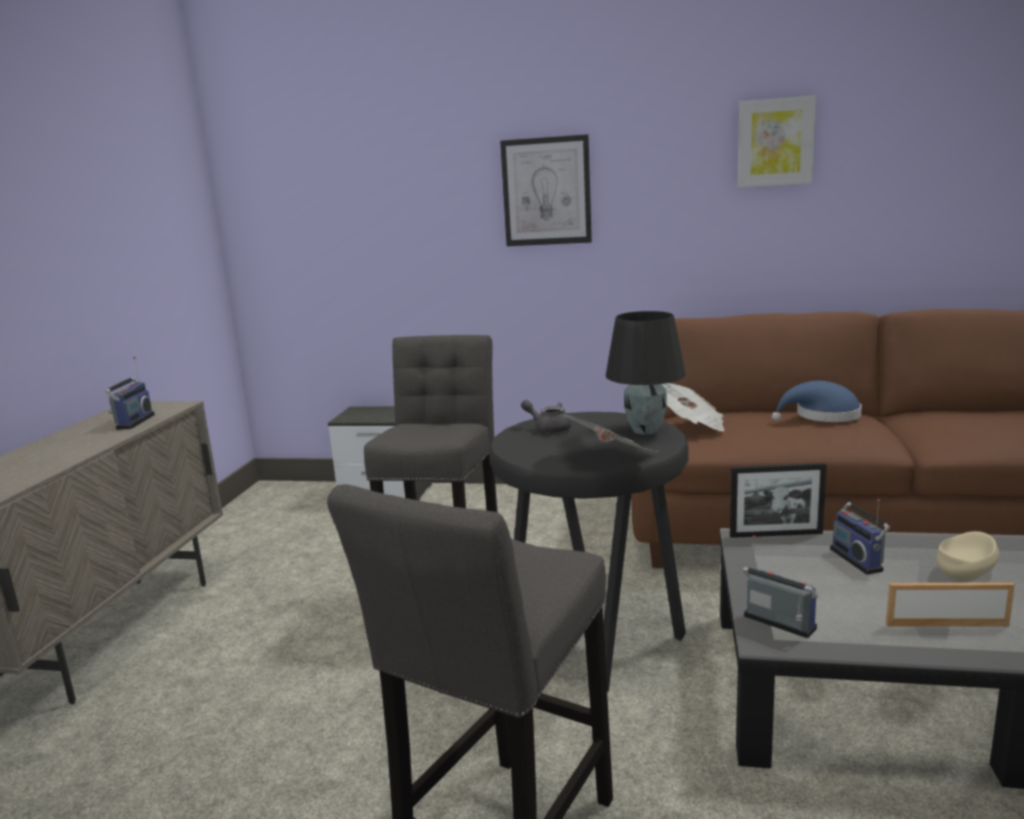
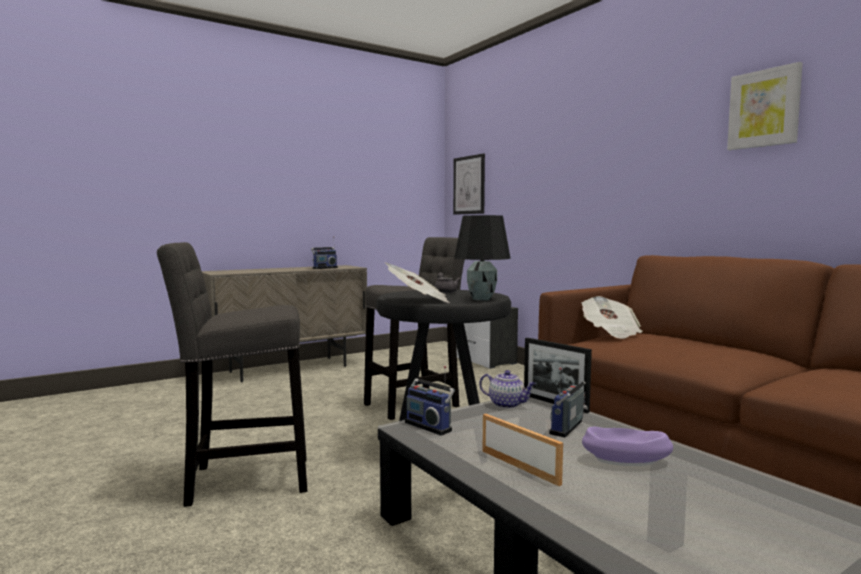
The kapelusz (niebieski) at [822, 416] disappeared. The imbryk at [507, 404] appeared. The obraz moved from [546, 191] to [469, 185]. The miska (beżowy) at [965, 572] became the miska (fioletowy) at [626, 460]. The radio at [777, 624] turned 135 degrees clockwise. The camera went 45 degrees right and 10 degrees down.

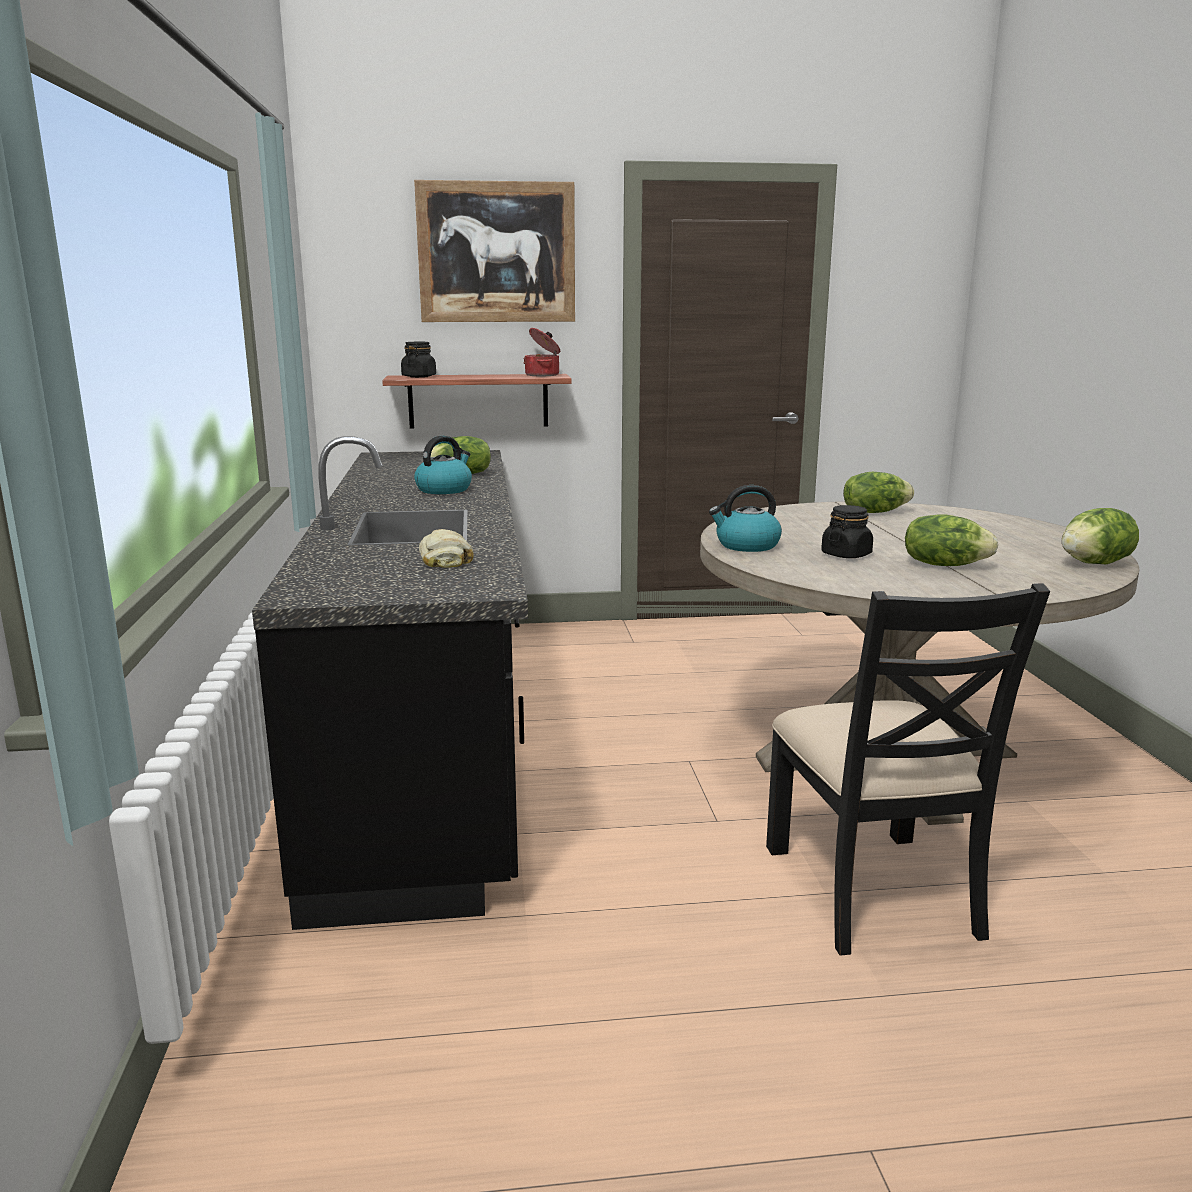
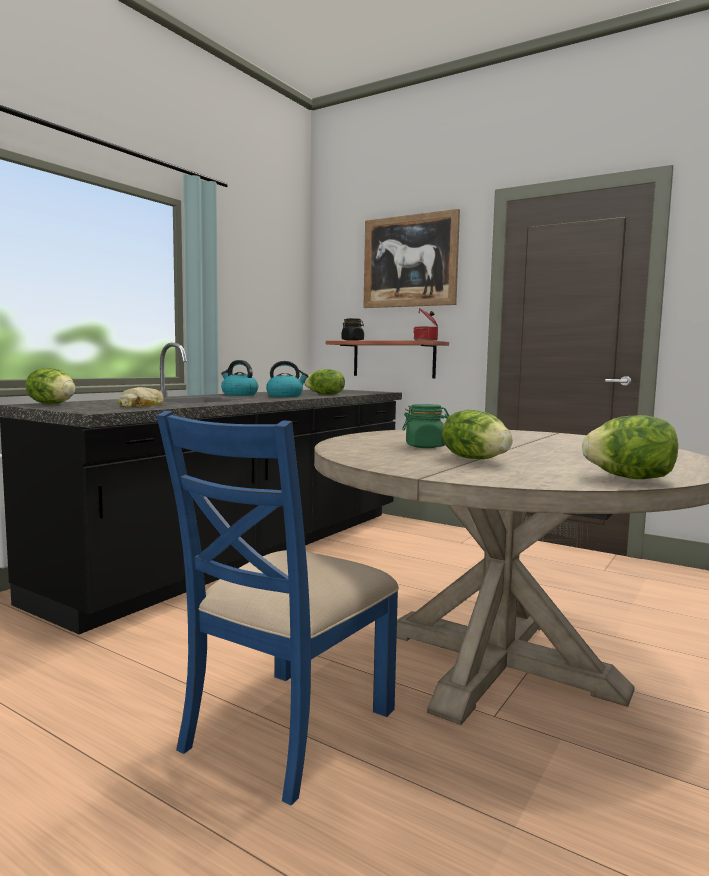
The czajnik moved from [746, 545] to [239, 395]. The sałata moved from [874, 512] to [52, 404]. The krzesło (czarny) at [873, 890] became the krzesło (niebieski) at [287, 728]. The słoik (czarny) at [846, 555] became the słoik (zielony) at [425, 446]. The camera went 40 degrees right and 10 degrees down.

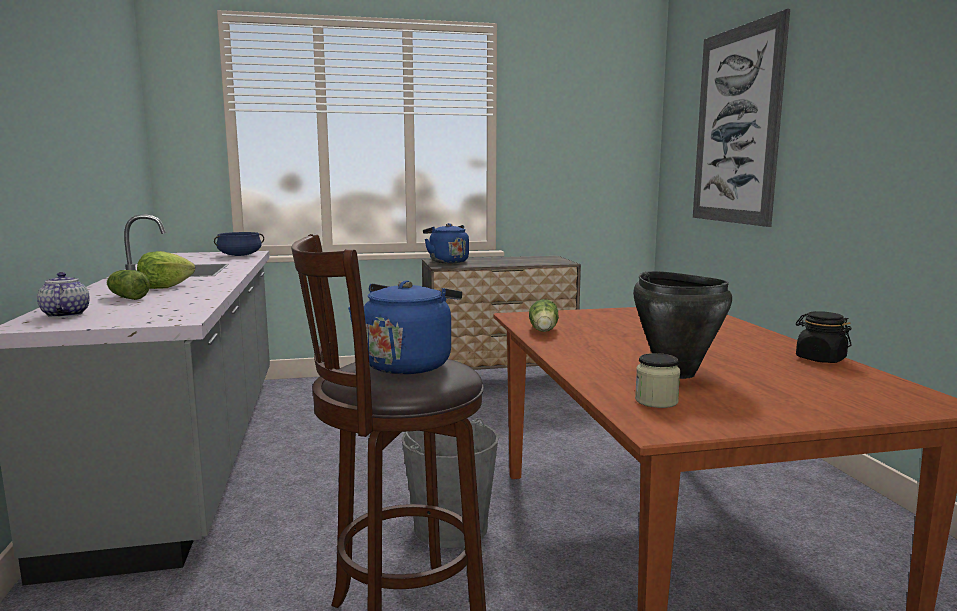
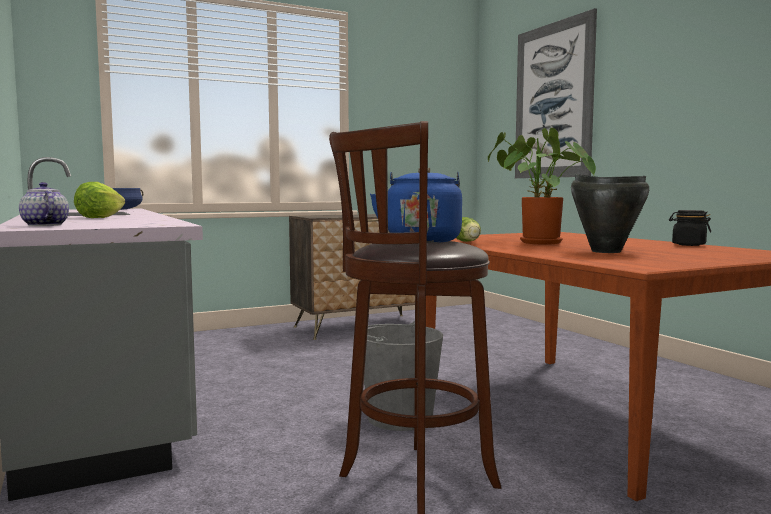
The sałata at [127, 297] disappeared. The czajnik (niebieski) at [447, 261] disappeared. The słoik at [656, 401] disappeared. The roślina doniczkowa at [535, 242] appeared. The camera went 15 degrees left and 5 degrees down.

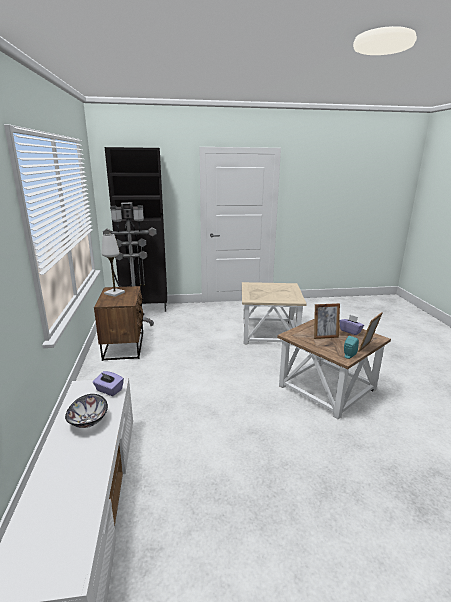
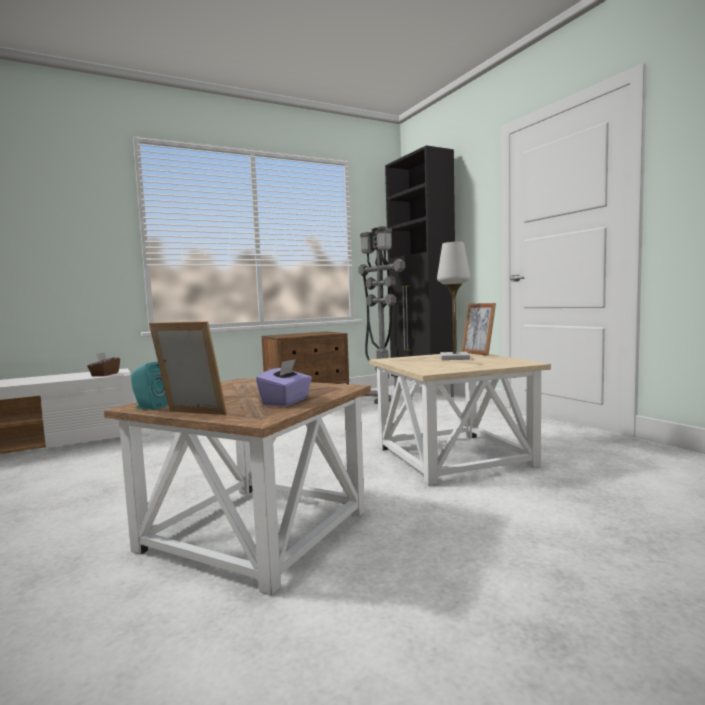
The miska at [88, 421] disappeared. The lampa stołowa (biały) moved from [115, 293] to [454, 358]. The ramka na zdjęcie moved from [325, 336] to [478, 353]. The pudełko chusteczek (fioletowy) at [109, 390] became the pudełko chusteczek (brązowy) at [104, 374]. The camera went 70 degrees right and 15 degrees down.

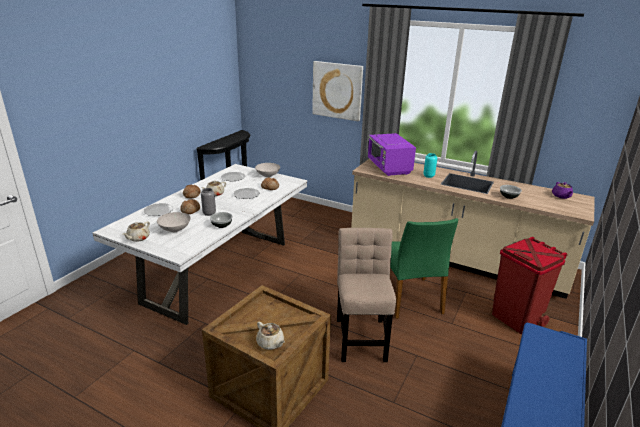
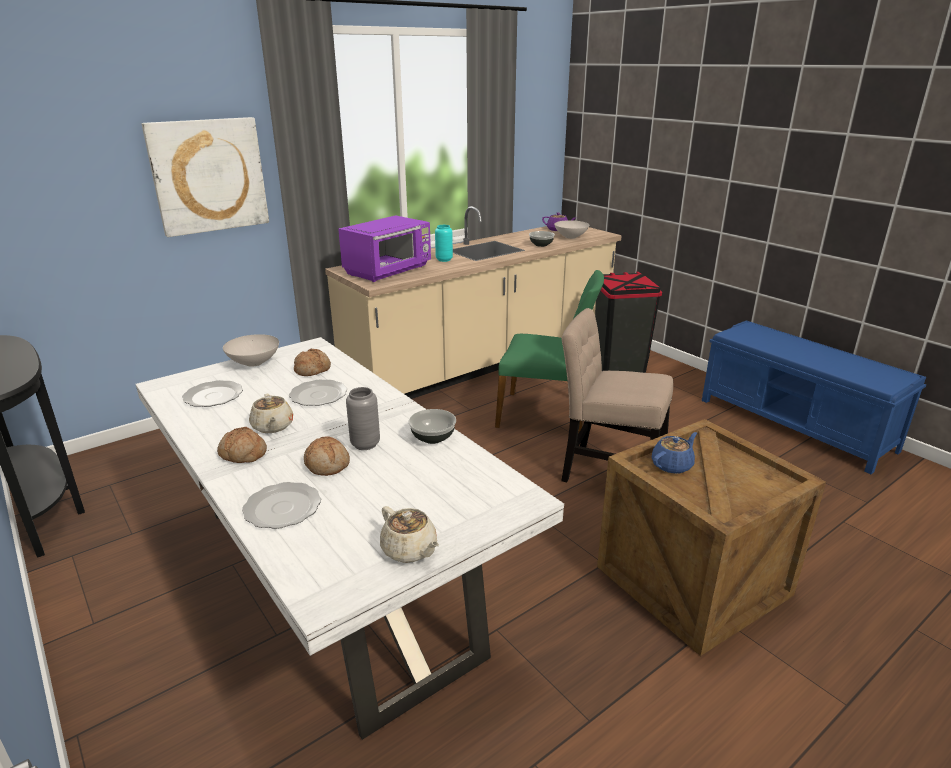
The imbryk (beżowy) at [270, 343] disappeared. The imbryk (niebieski) at [672, 465] appeared. The miska (biały) moved from [175, 229] to [570, 237]. The kosz na śmieci (czerwony) at [516, 318] became the kosz na śmieci (czarny) at [618, 369]. The mikrofalówka (fioletowy) at [388, 168] turned 60 degrees counterclockwise. The camera went 65 degrees left and 0 degrees up.

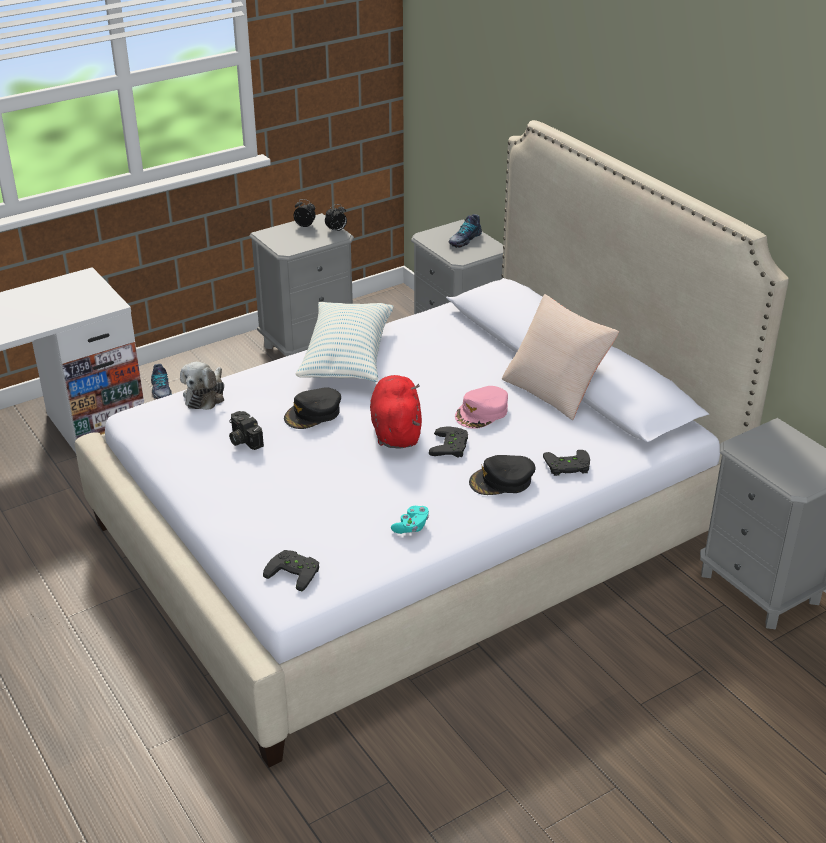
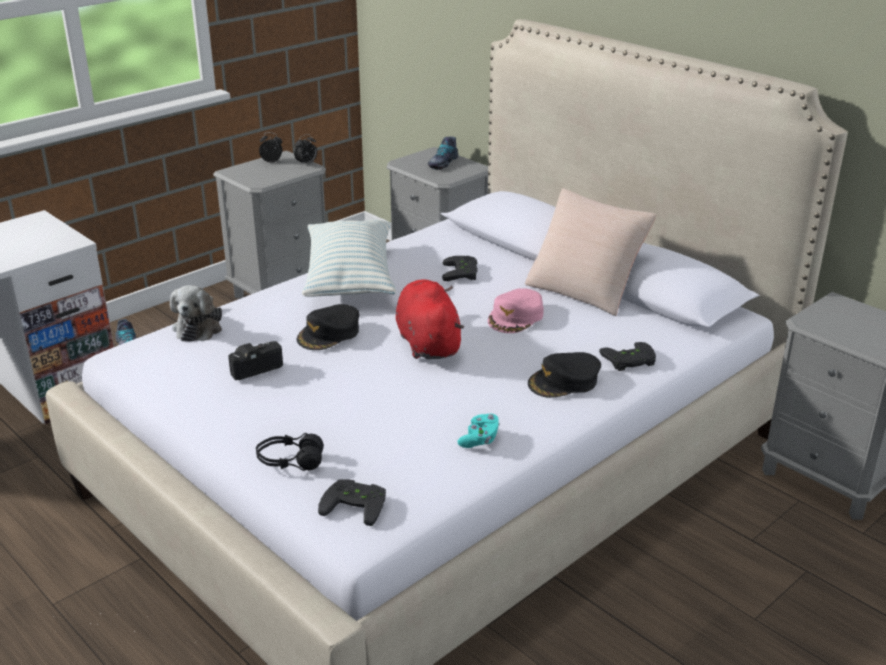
The słuchawki (czarny) at [290, 462] appeared. The pad do gier (czarny) moved from [452, 446] to [463, 272]. The aparat fotograficzny at [243, 439] turned 105 degrees clockwise. The camera went 10 degrees left and 5 degrees down.

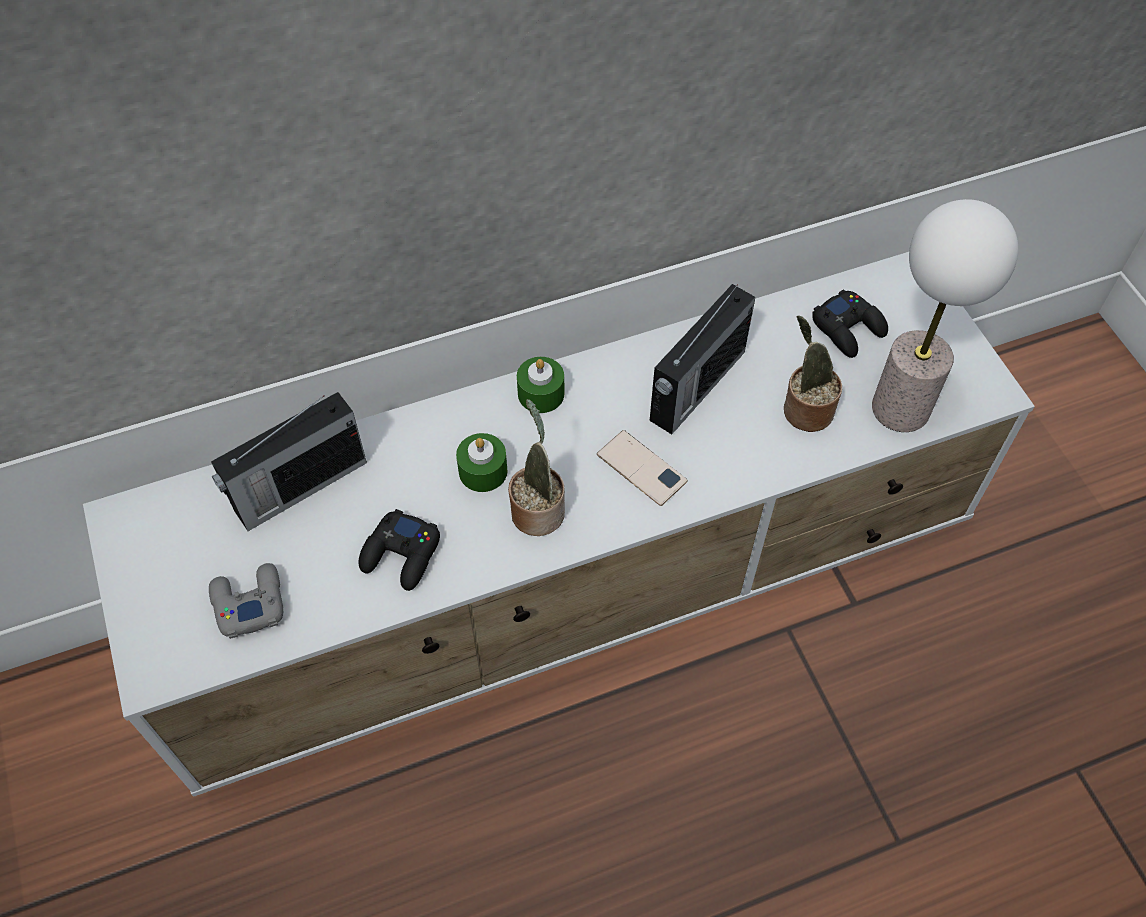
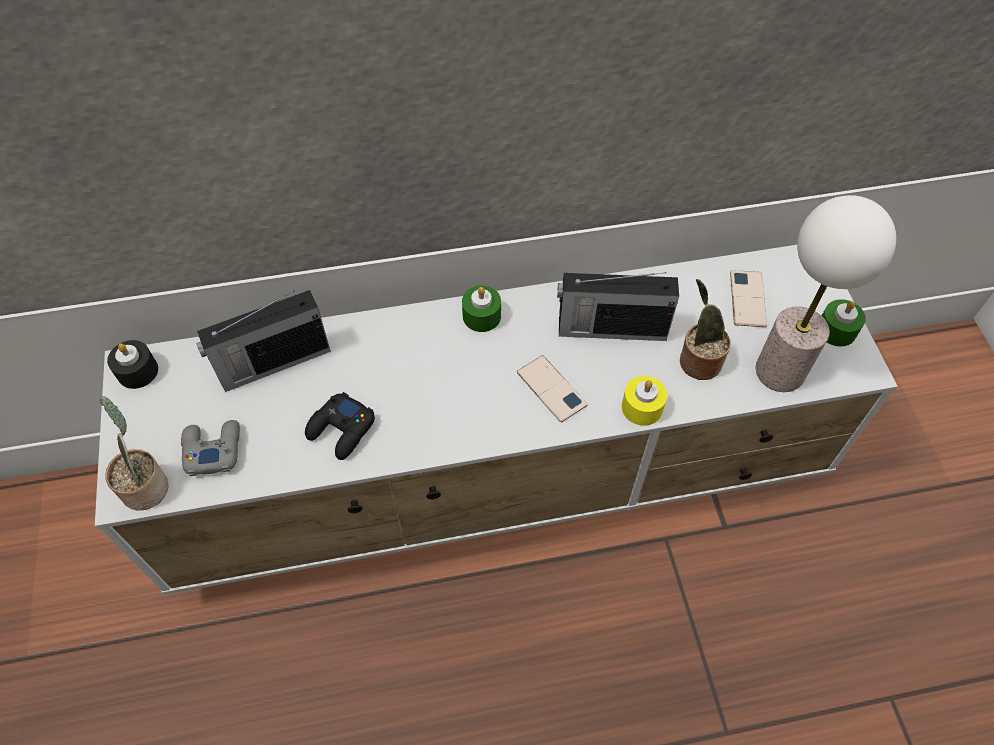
The świeca (czarny) at [137, 371] appeared. The świeca (żółty) at [642, 407] appeared. The świeca (zielony) moved from [483, 471] to [836, 330]. The roślina doniczkowa moved from [537, 509] to [146, 485]. The pad do gier (czarny) at [848, 329] was replaced by the telefon at [747, 299]. The radio at [695, 387] turned 45 degrees clockwise. The camera went 10 degrees right and 0 degrees up.

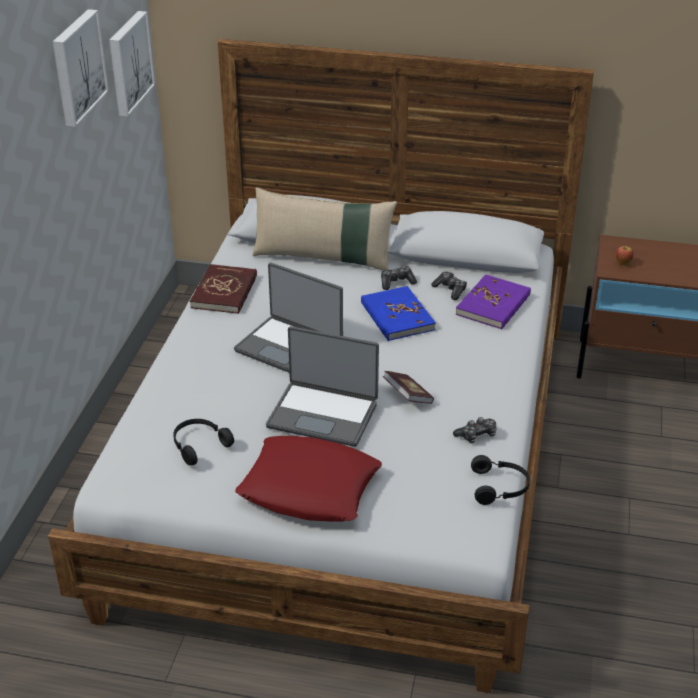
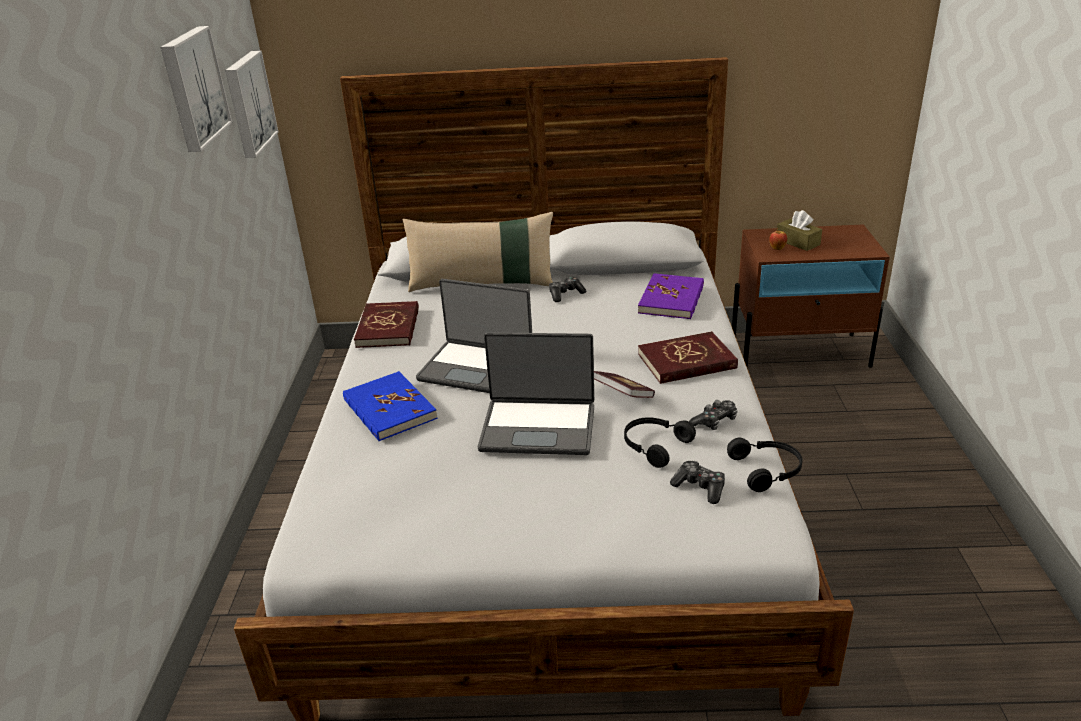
The poduszka (czerwony) at [310, 488] disappeared. The książka (czerwony) at [687, 361] appeared. The pudełko chusteczek (brązowy) at [797, 242] appeared. The słuchawki (czarny) moved from [199, 445] to [654, 446]. The książka (niebieski) moved from [397, 316] to [389, 409]. The pad do gier moved from [450, 290] to [700, 487]. The camera went 10 degrees left and 5 degrees down.

